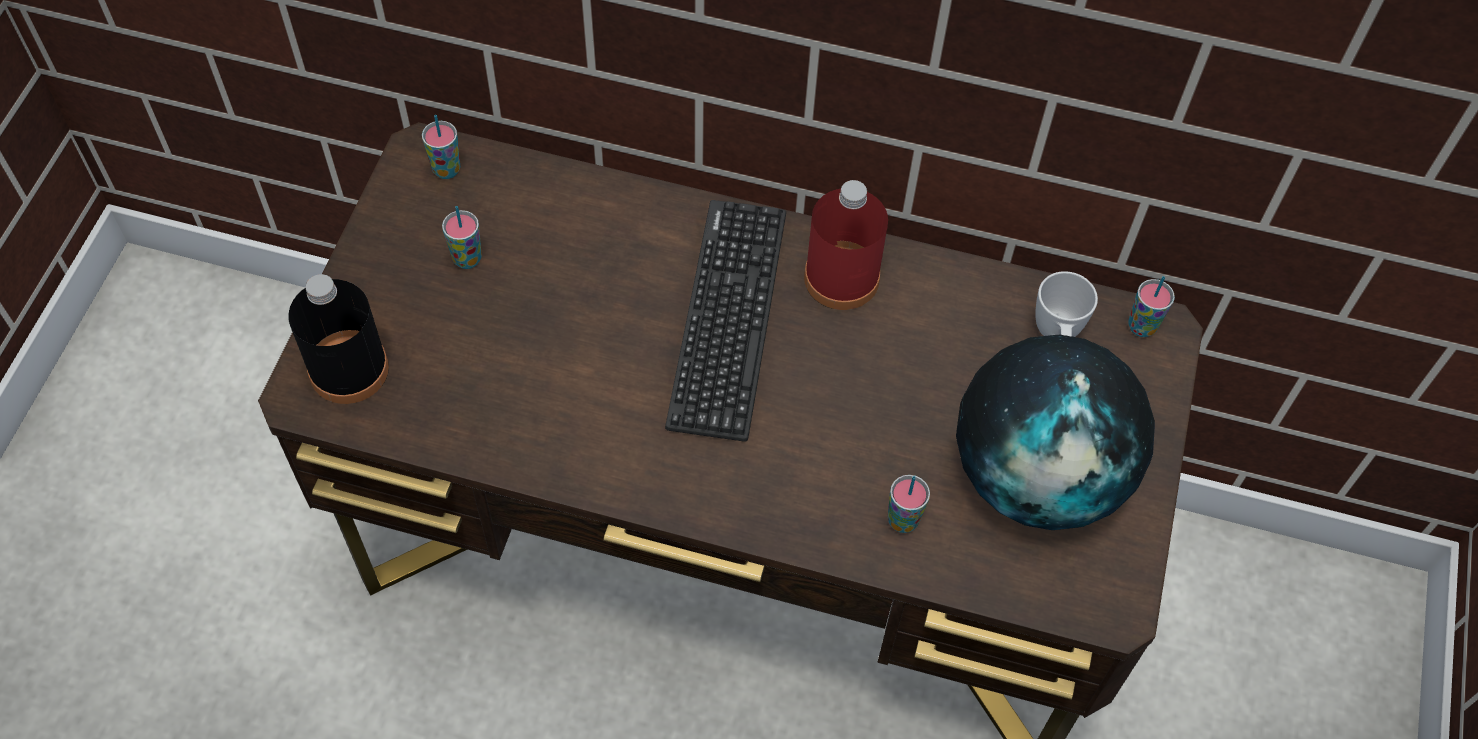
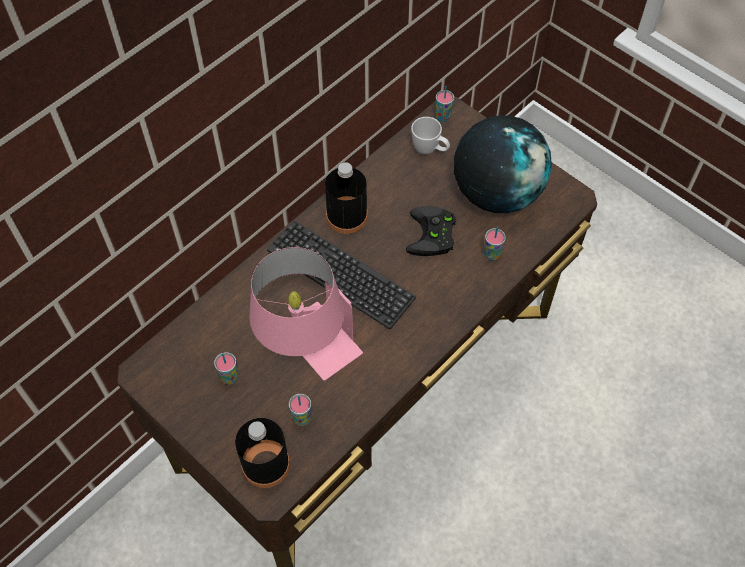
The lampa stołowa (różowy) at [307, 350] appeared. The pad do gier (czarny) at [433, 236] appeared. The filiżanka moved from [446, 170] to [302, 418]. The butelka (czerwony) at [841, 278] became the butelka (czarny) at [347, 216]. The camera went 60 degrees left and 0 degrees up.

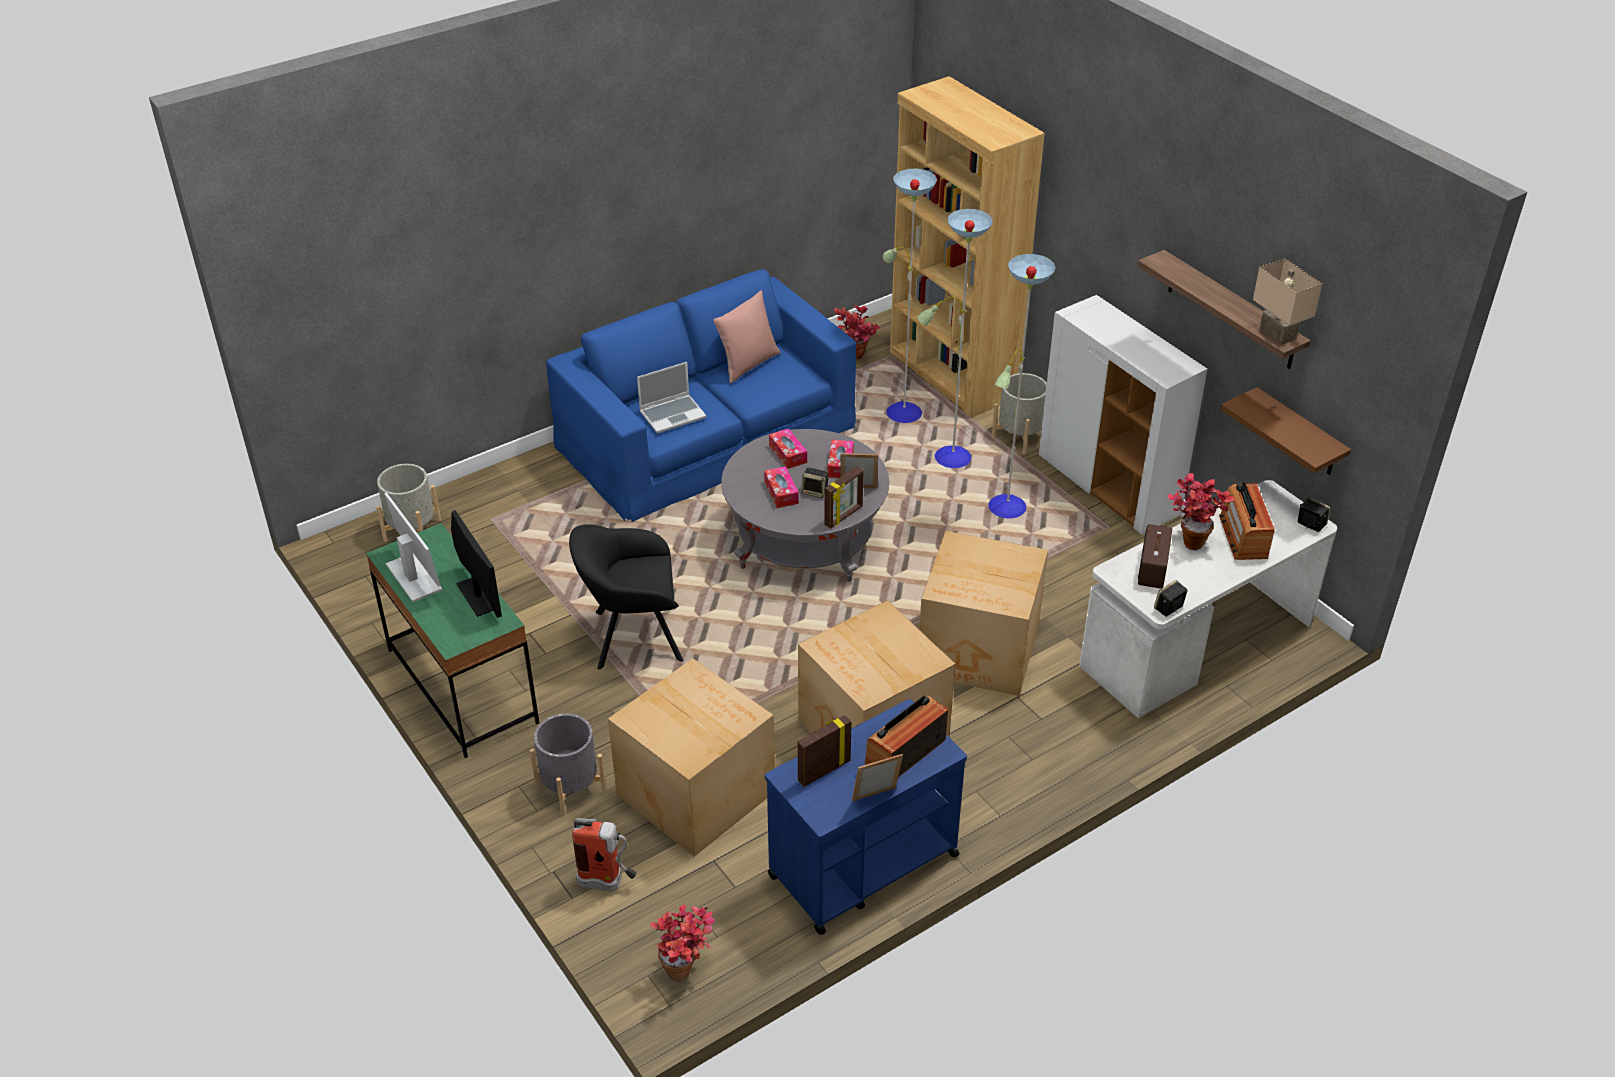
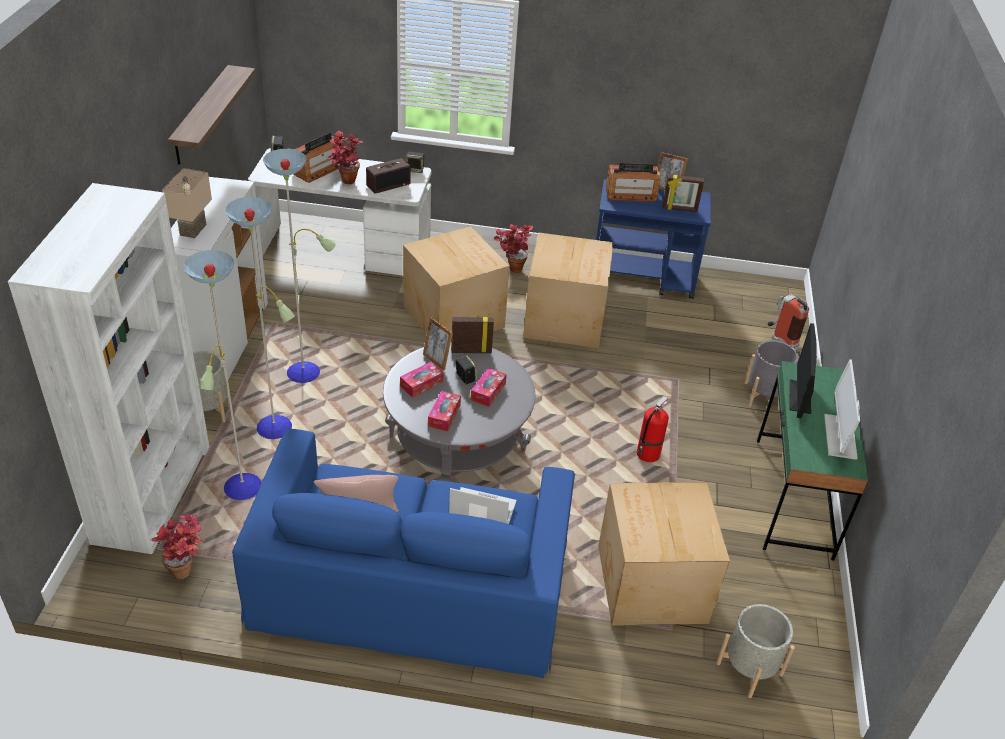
The półka (brązowy) at [1299, 434] disappeared. The karton moved from [696, 791] to [650, 585]. The roślina doniczkowa moved from [687, 969] to [511, 268]. The lampa stołowa (beżowy) moved from [1275, 335] to [194, 230]. The fotel (czarny) at [632, 636] was replaced by the gaśnica at [647, 455]. The regał (brązowy) at [952, 375] became the regał (biały) at [153, 492]. The camera went 140 degrees left and 0 degrees up.

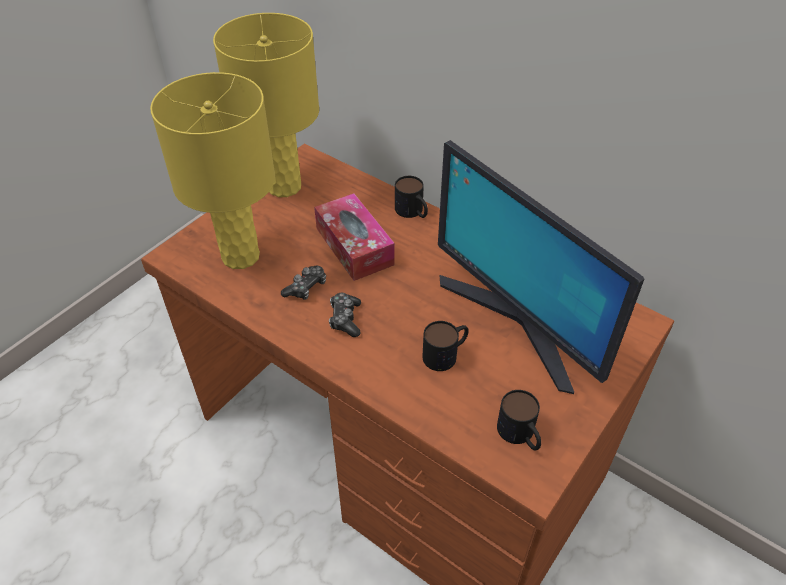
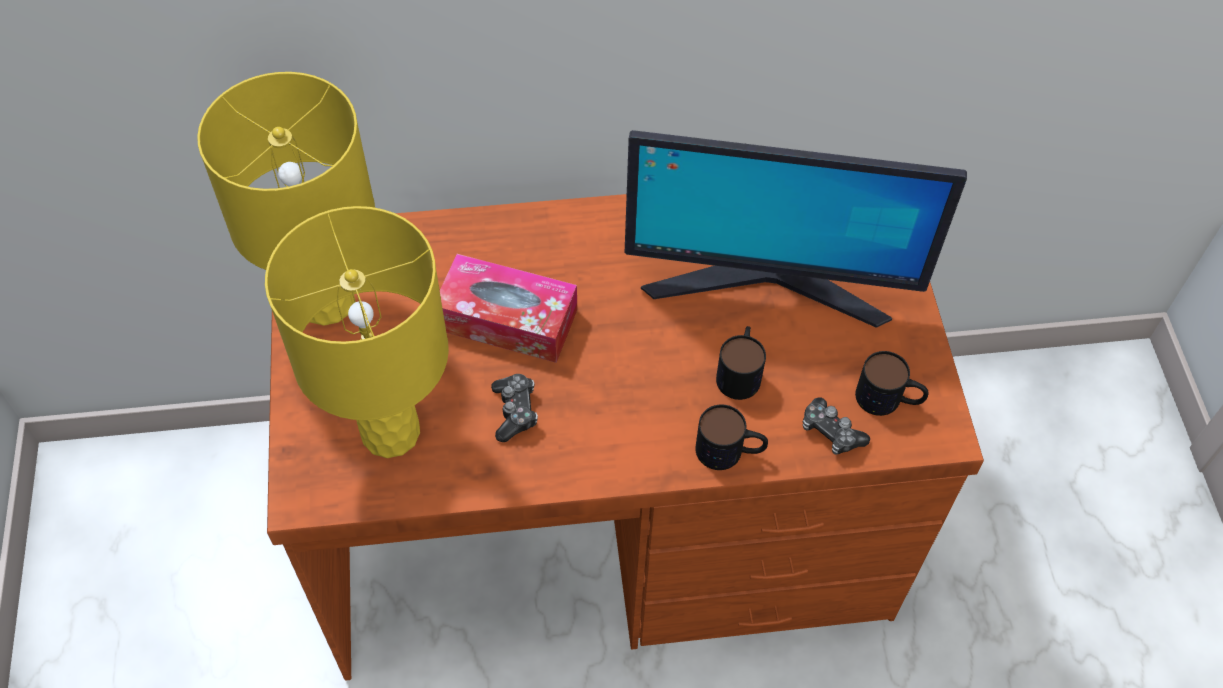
The pad do gier moved from [345, 319] to [830, 432]. The kubek moved from [413, 212] to [730, 451]. The camera went 45 degrees left and 10 degrees up.

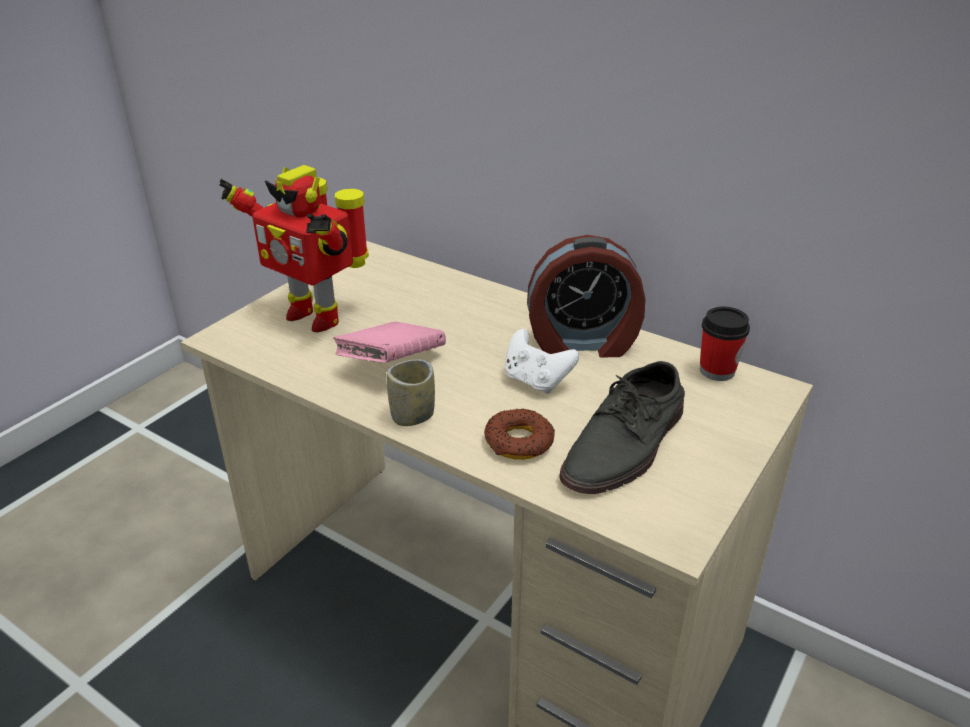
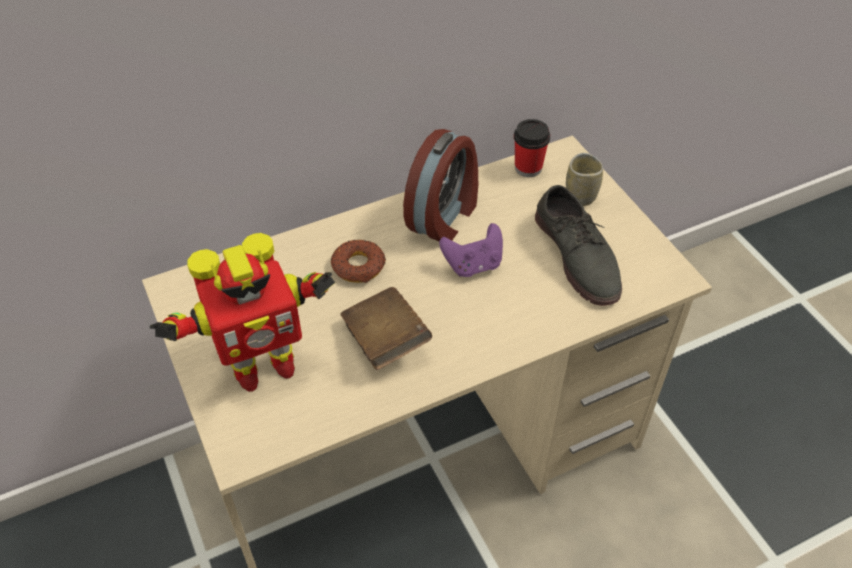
The filiżanka moved from [412, 416] to [581, 195]. The donut moved from [519, 442] to [358, 266]. The książka (różowy) at [392, 364] became the książka (brązowy) at [385, 341]. The pad do gier (biały) at [536, 381] became the pad do gier (fioletowy) at [473, 265]. The camera went 60 degrees left and 15 degrees up.

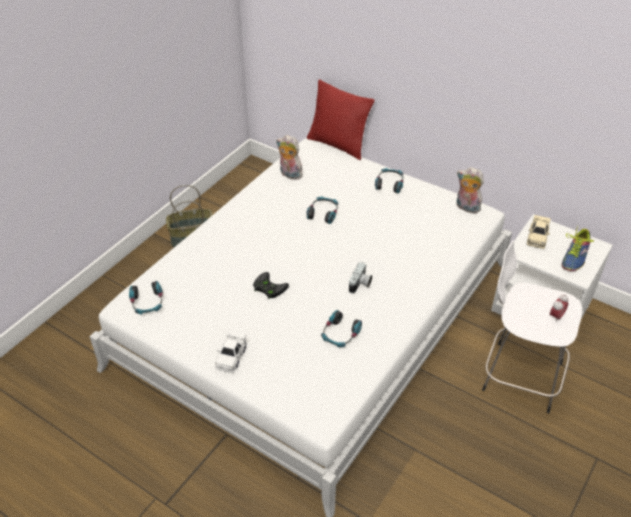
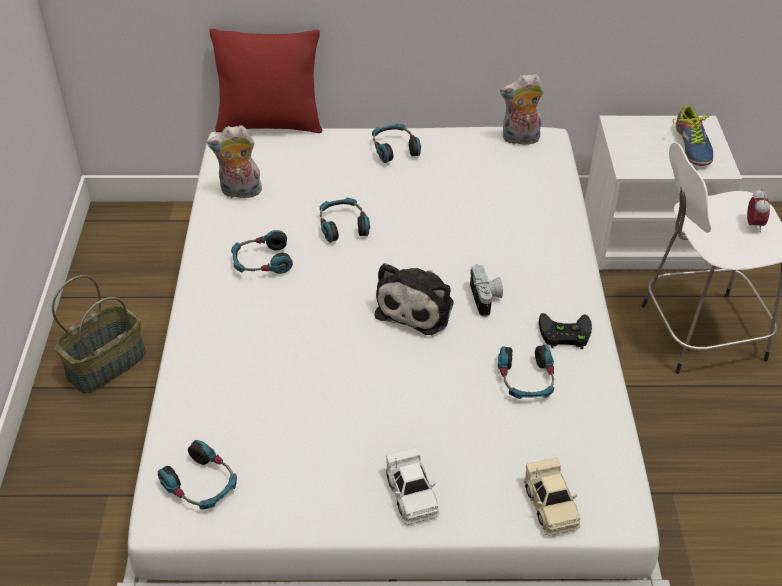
The słuchawki at [262, 262] appeared. The pluszak at [417, 306] appeared. The pad do gier (czarny) moved from [268, 287] to [563, 334]. The samochodzik (beżowy) moved from [537, 237] to [550, 505]. The camera went 35 degrees left and 0 degrees up.

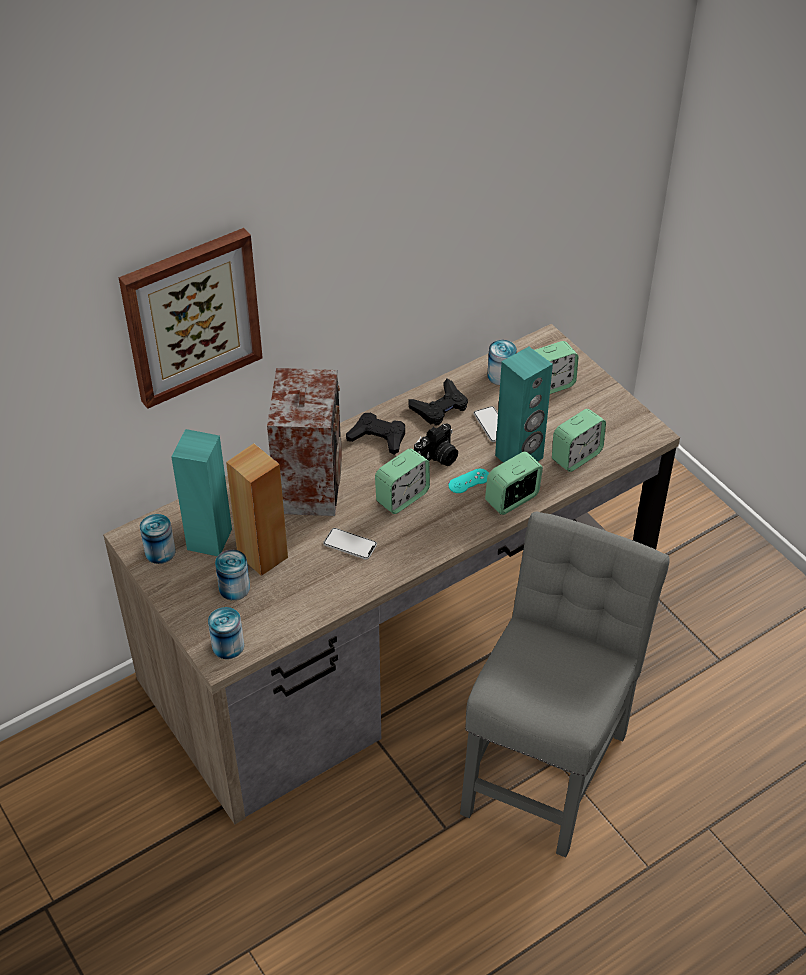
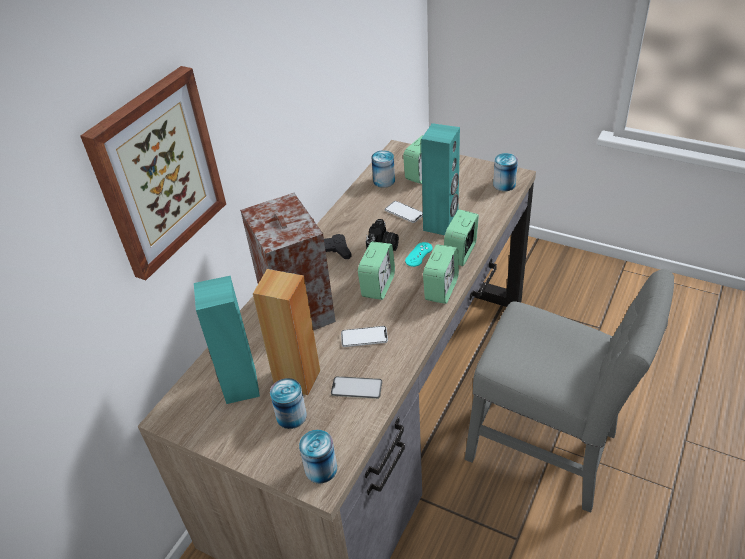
The pad do gier (czarny) at [440, 407] disappeared. The telefon at [356, 388] appeared. The puszka moved from [160, 552] to [504, 184]. The budzik moved from [576, 456] to [441, 289]. The krzesło (szary) at [546, 763] turned 120 degrees clockwise. The camera went 25 degrees left and 5 degrees down.

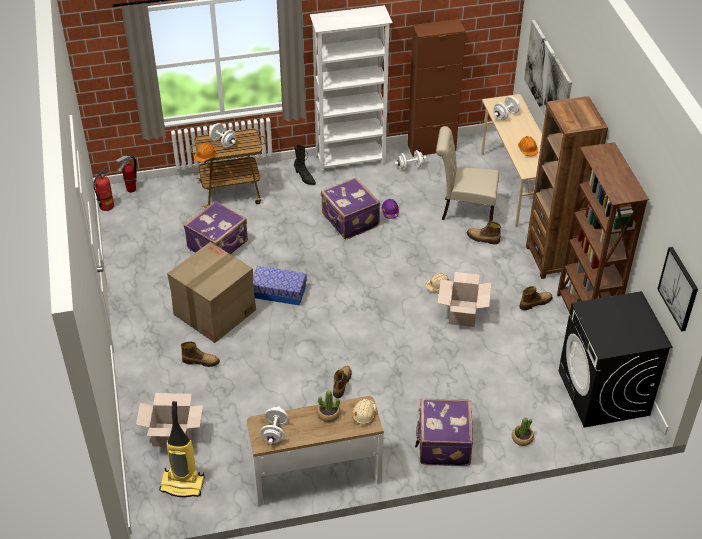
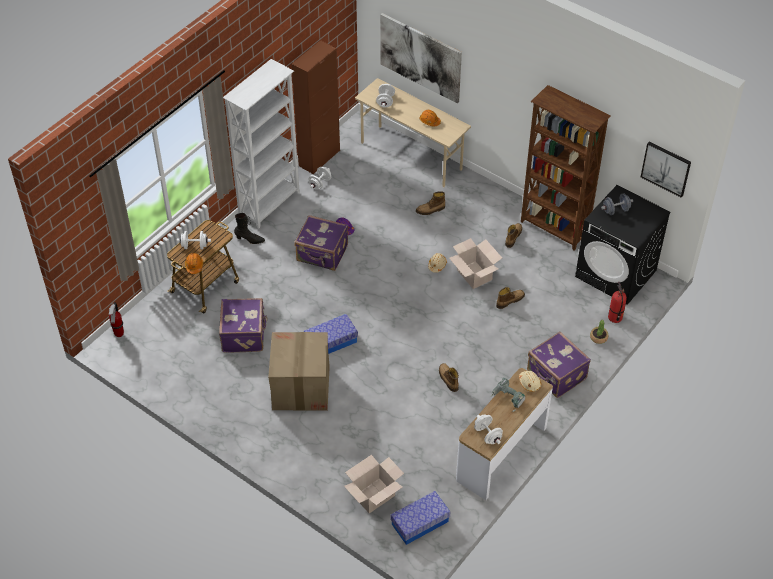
The krzesło (beżowy) at [464, 211] disappeared. The regał (brązowy) at [552, 259] disappeared. The hantel (szary) at [615, 210] appeared. The gaśnica moved from [106, 206] to [615, 317]. The but z cholewką moved from [201, 361] to [509, 300]. The odkurzacz at [183, 484] was replaced by the pojemnik do przechowywania at [420, 523]. The roślina doniczkowa at [328, 414] was replaced by the wiertarka at [507, 398]. The camera went 40 degrees left and 5 degrees up.

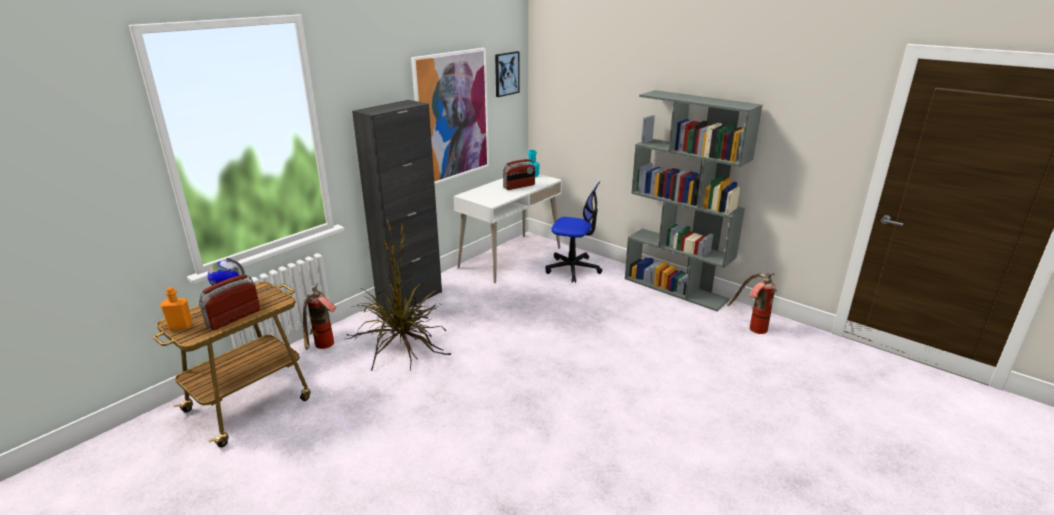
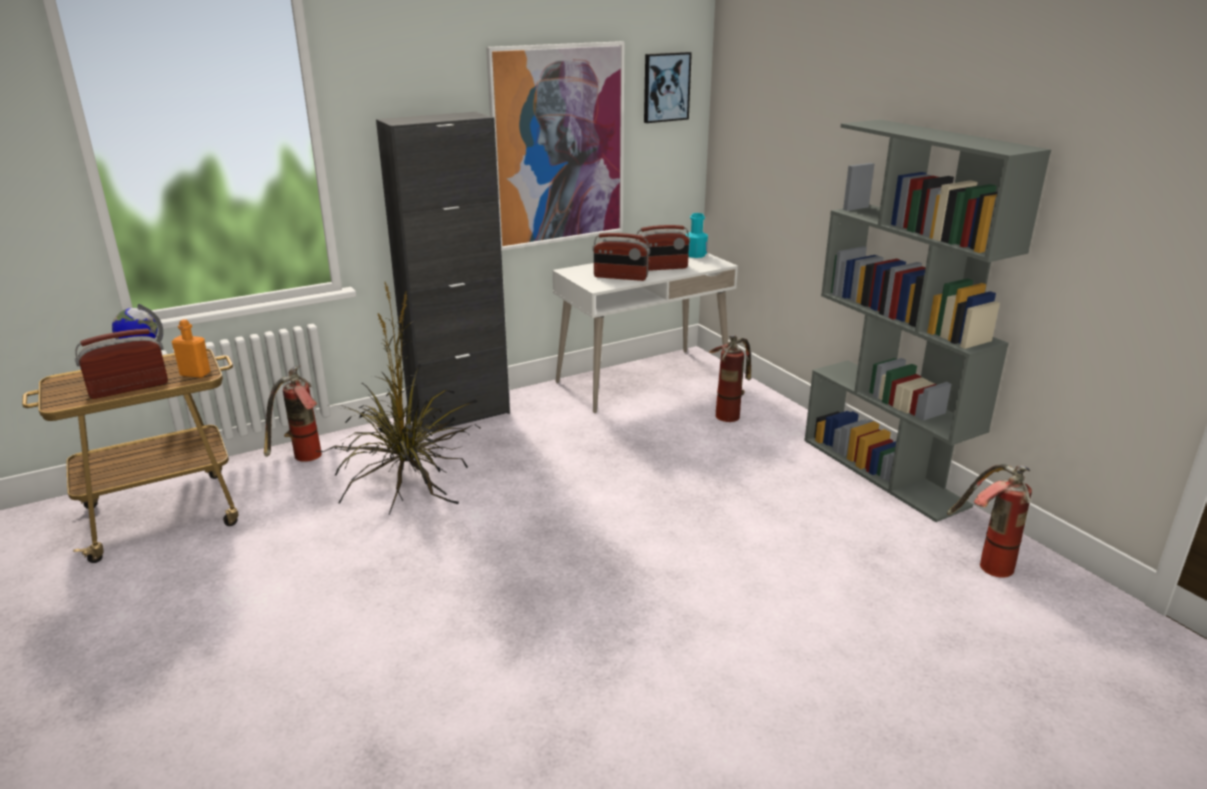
The radio at [620, 277] appeared. The butelka (pomarańczowy) moved from [180, 326] to [195, 374]. The krzesło biurowe at [573, 269] was replaced by the gaśnica at [729, 412]. The camera went 20 degrees right and 0 degrees up.

